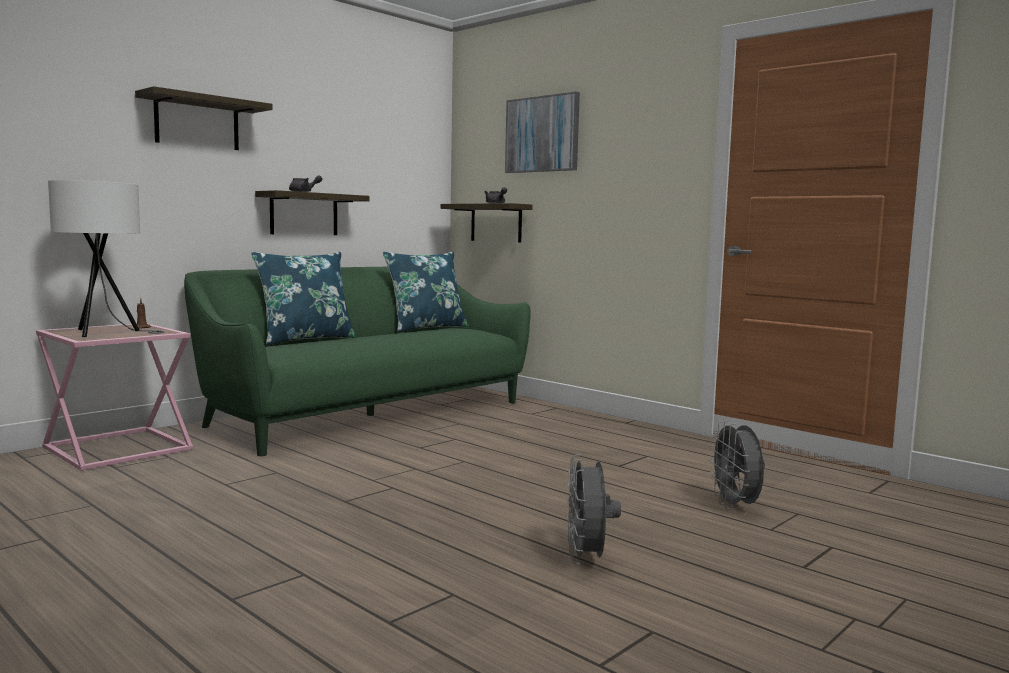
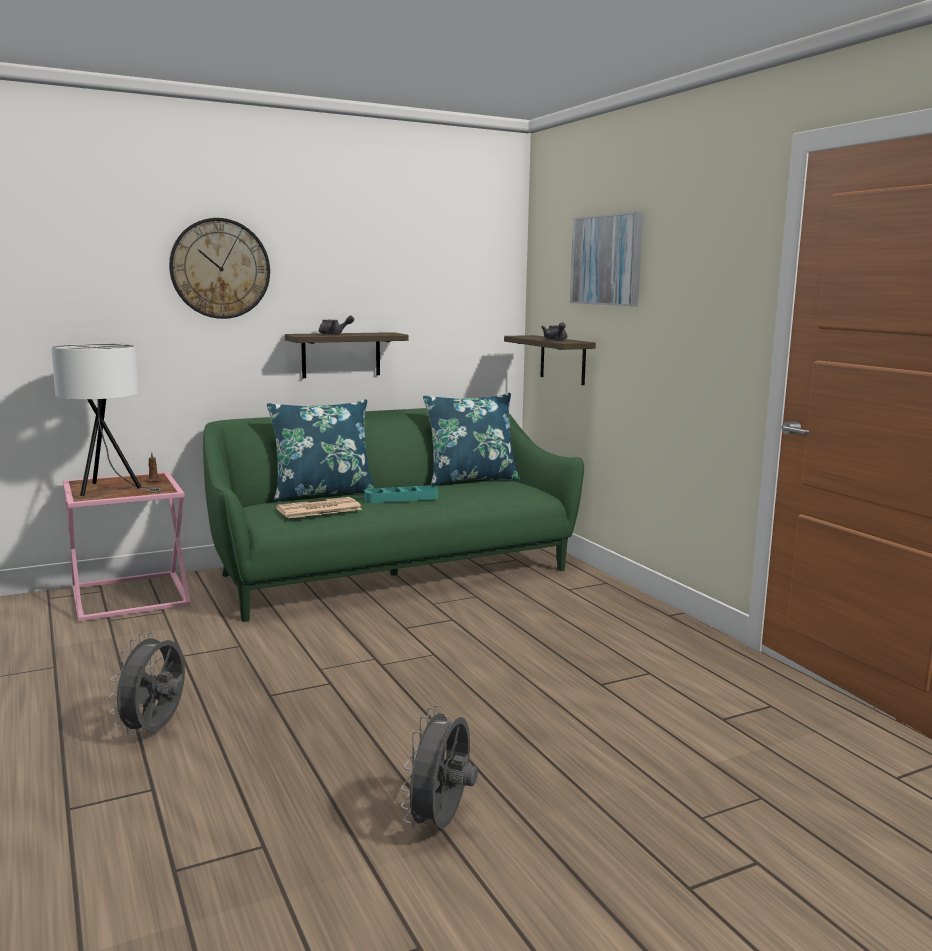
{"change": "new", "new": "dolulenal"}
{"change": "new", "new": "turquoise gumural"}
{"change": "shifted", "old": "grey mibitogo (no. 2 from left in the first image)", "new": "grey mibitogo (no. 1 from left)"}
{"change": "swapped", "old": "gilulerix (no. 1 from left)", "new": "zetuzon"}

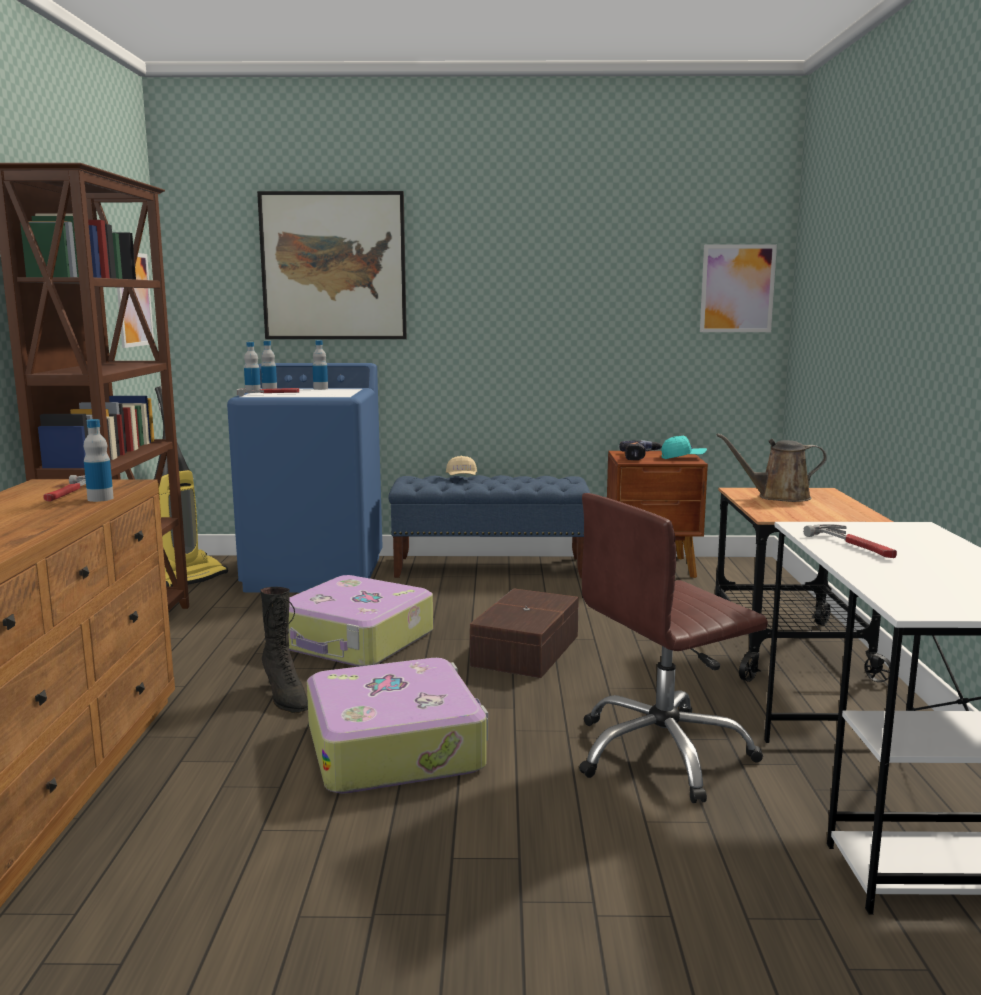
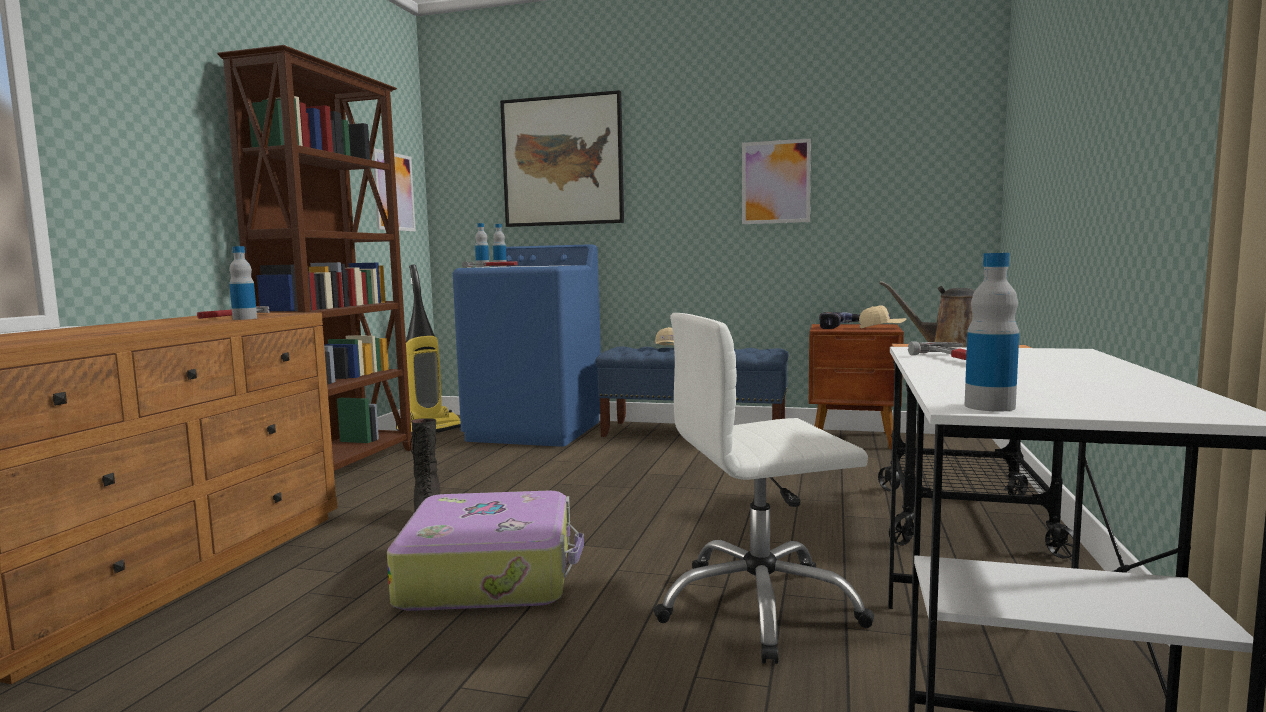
{"change": "gone", "old": "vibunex (no. 1 from left)"}
{"change": "gone", "old": "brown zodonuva"}
{"change": "shifted", "old": "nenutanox (no. 4 from left)"}
{"change": "shifted", "old": "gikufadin (no. 3 from left)"}
{"change": "repainted", "old": "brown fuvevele", "new": "white fuvevele"}
{"change": "repainted", "old": "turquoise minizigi", "new": "beige minizigi (no. 2 from left)"}

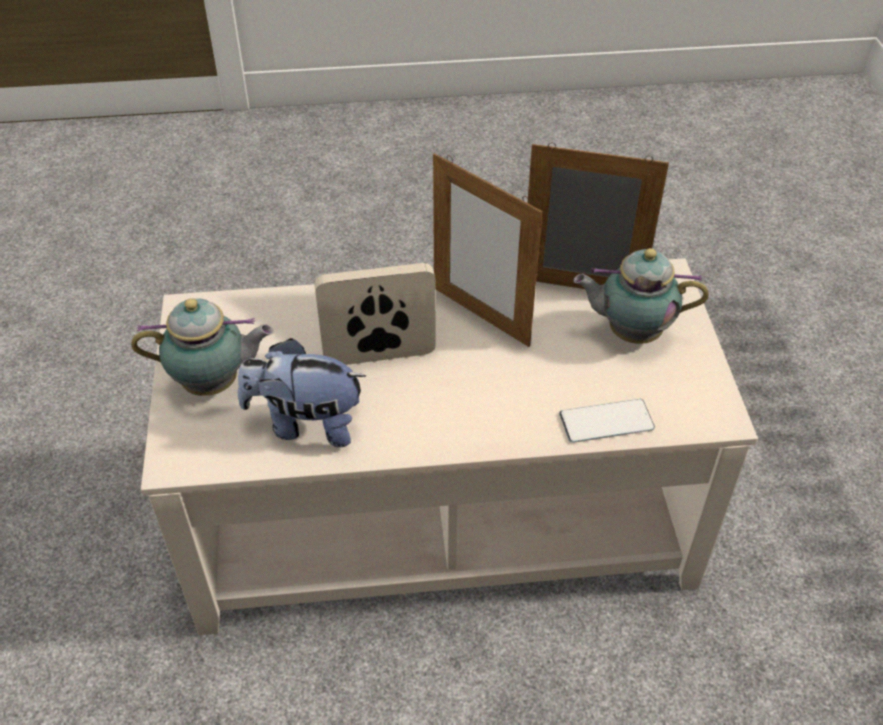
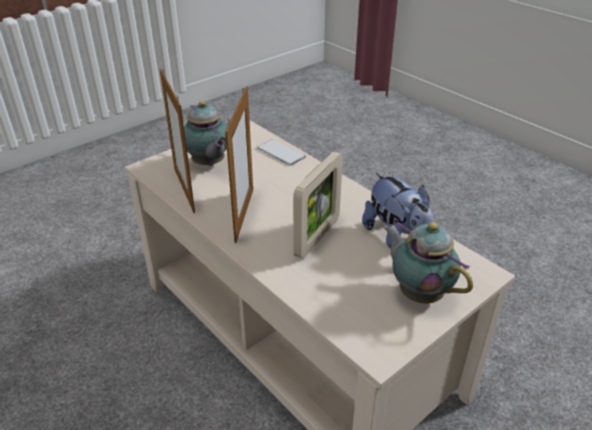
{"change": "rotated", "old": "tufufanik (no. 1 from left in the first image)", "degrees": -105}

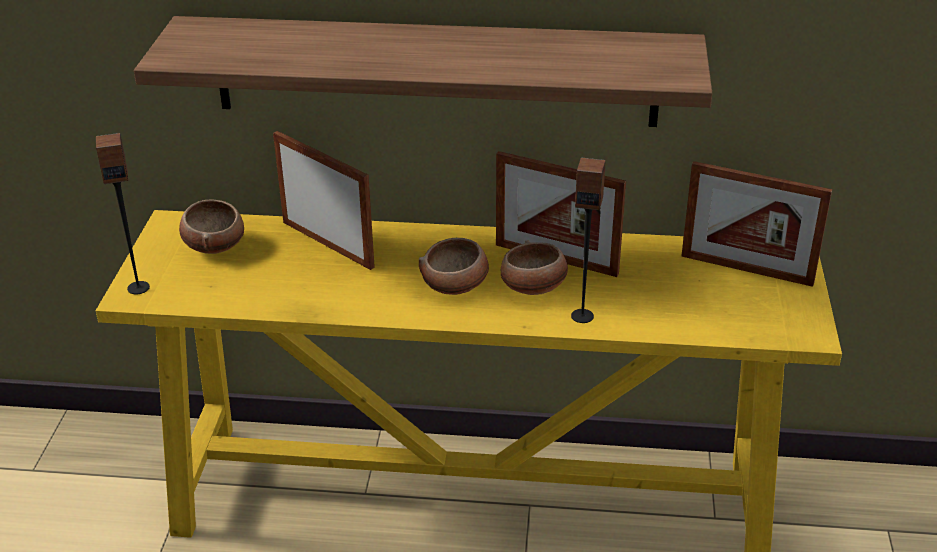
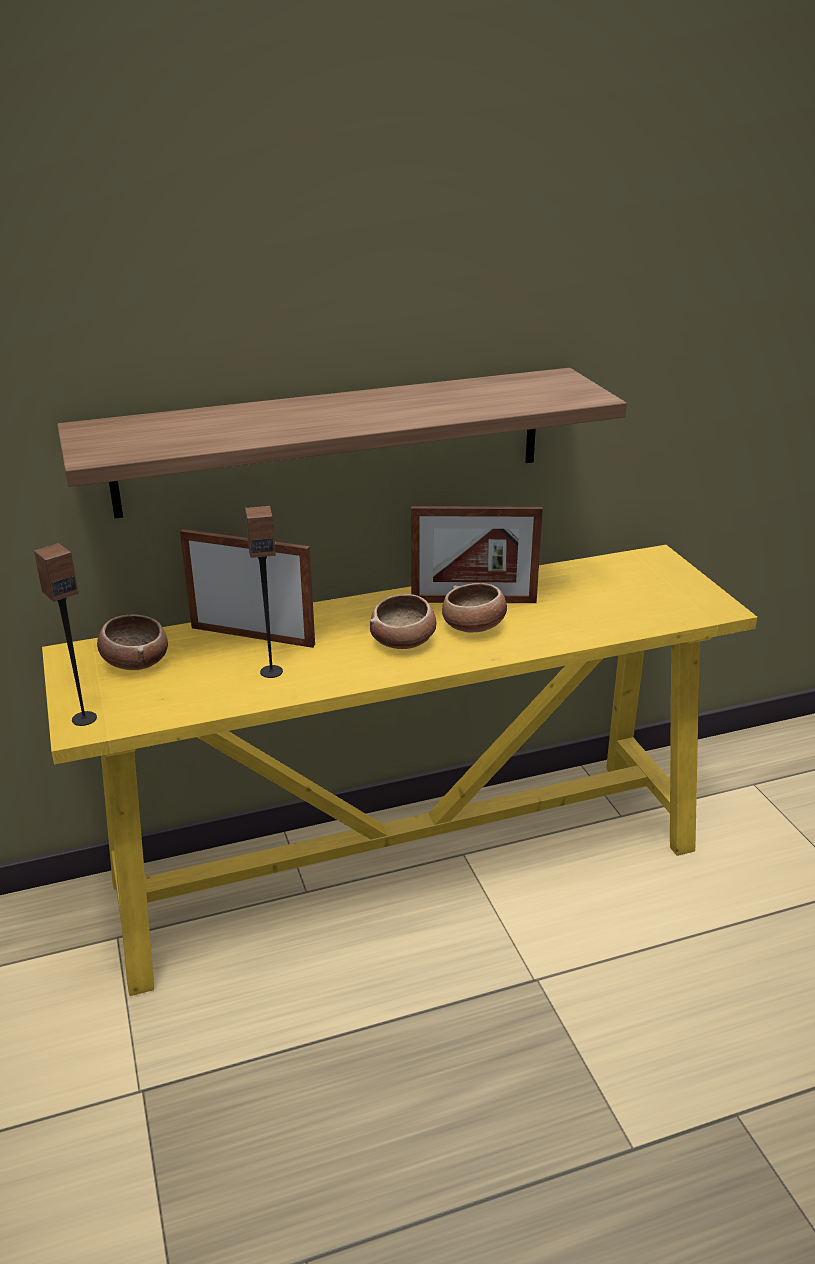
{"change": "gone", "old": "tufufanik (no. 3 from left)"}
{"change": "shifted", "old": "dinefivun (no. 2 from left)"}

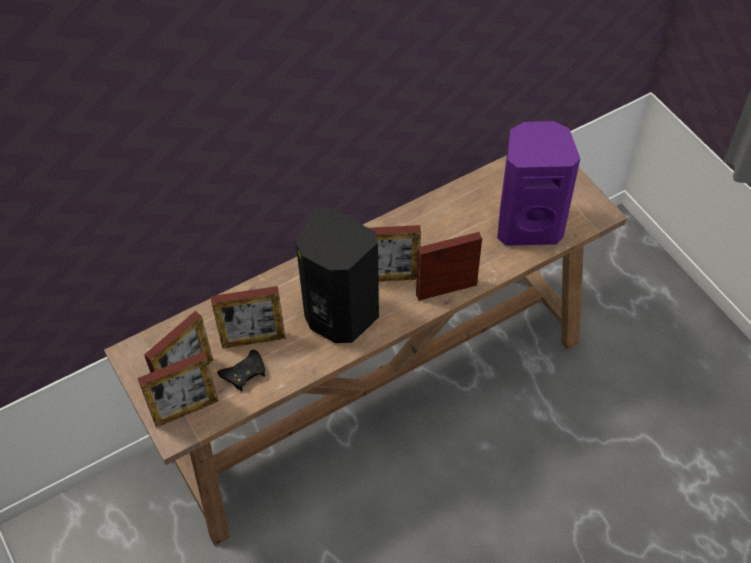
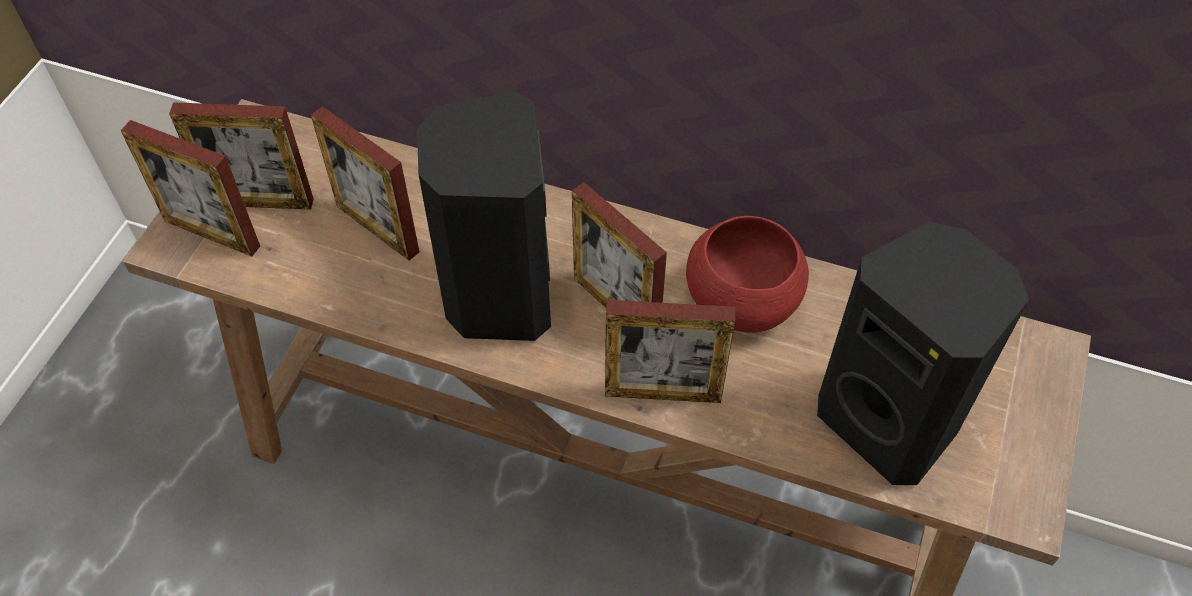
{"change": "gone", "old": "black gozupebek"}
{"change": "new", "new": "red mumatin"}
{"change": "repainted", "old": "purple dinefivun", "new": "black dinefivun (no. 2 from left)"}
{"change": "rotated", "old": "tufufanik (no. 5 from left)", "degrees": 150}

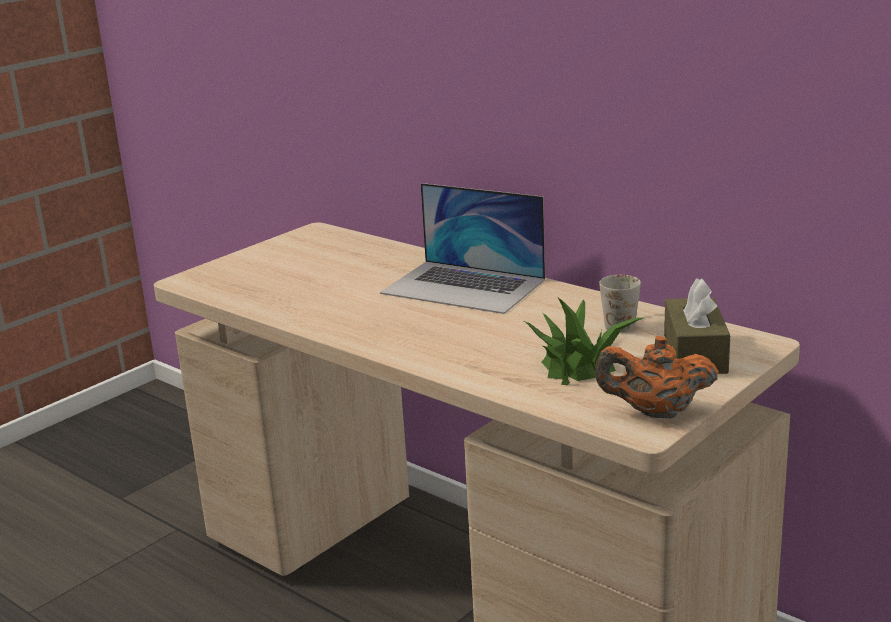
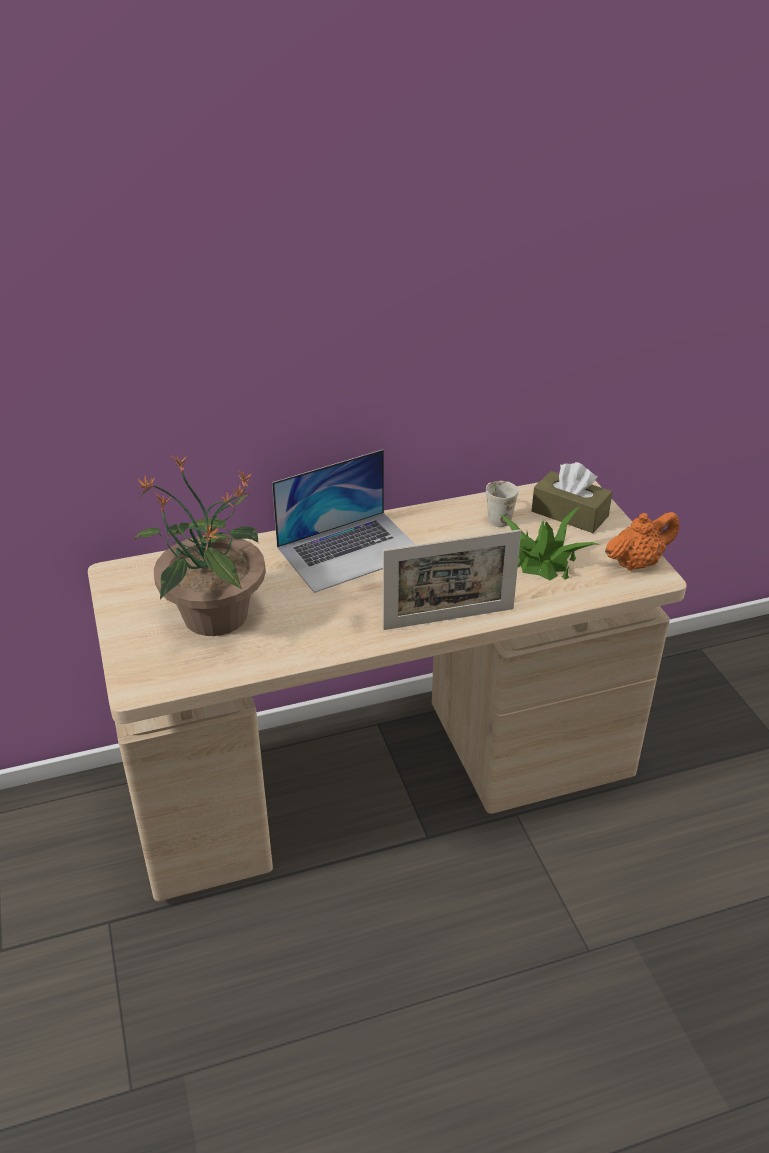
{"change": "new", "new": "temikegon (no. 1 from left)"}
{"change": "new", "new": "tufufanik"}
{"change": "rotated", "old": "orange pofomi", "degrees": -150}

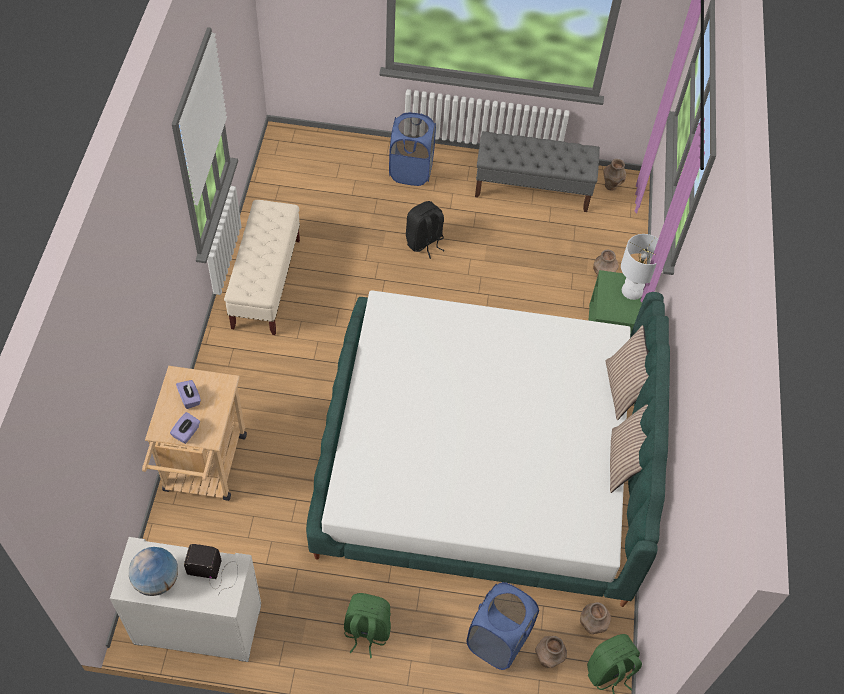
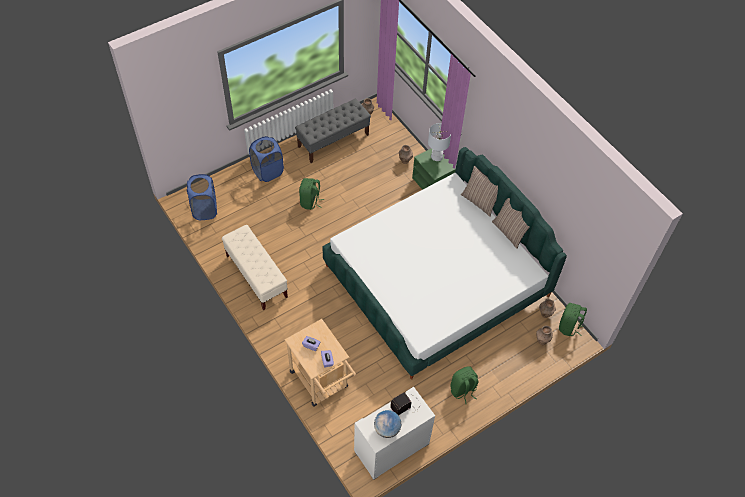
{"change": "shifted", "old": "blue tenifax (no. 2 from left in the first image)", "new": "blue tenifax (no. 1 from left)"}
{"change": "repainted", "old": "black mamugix", "new": "green mamugix (no. 1 from left)"}

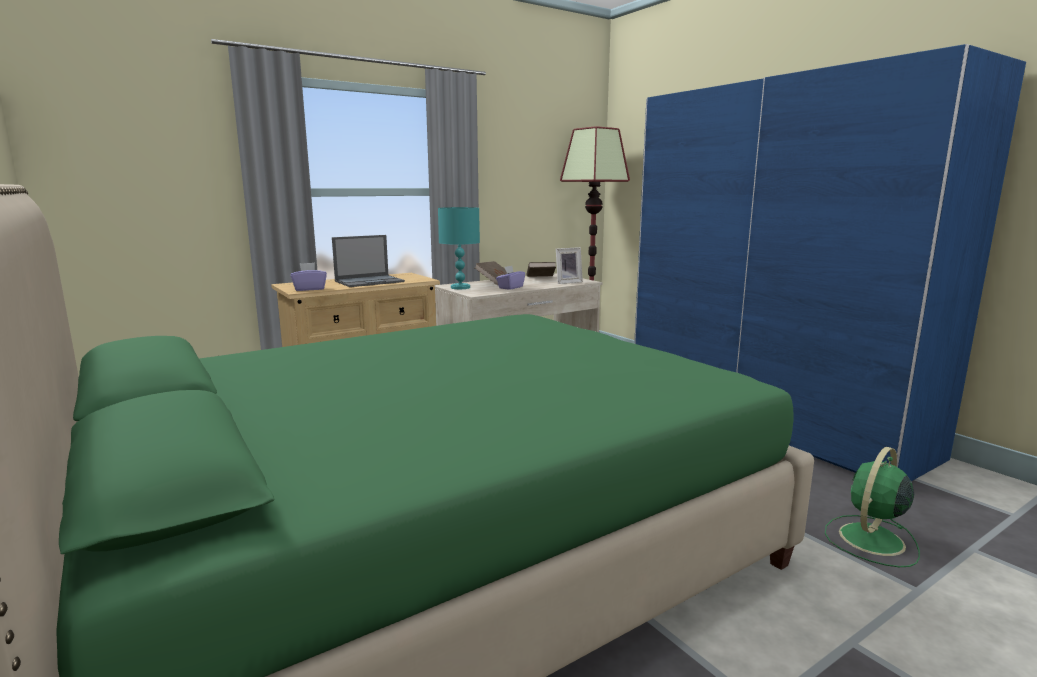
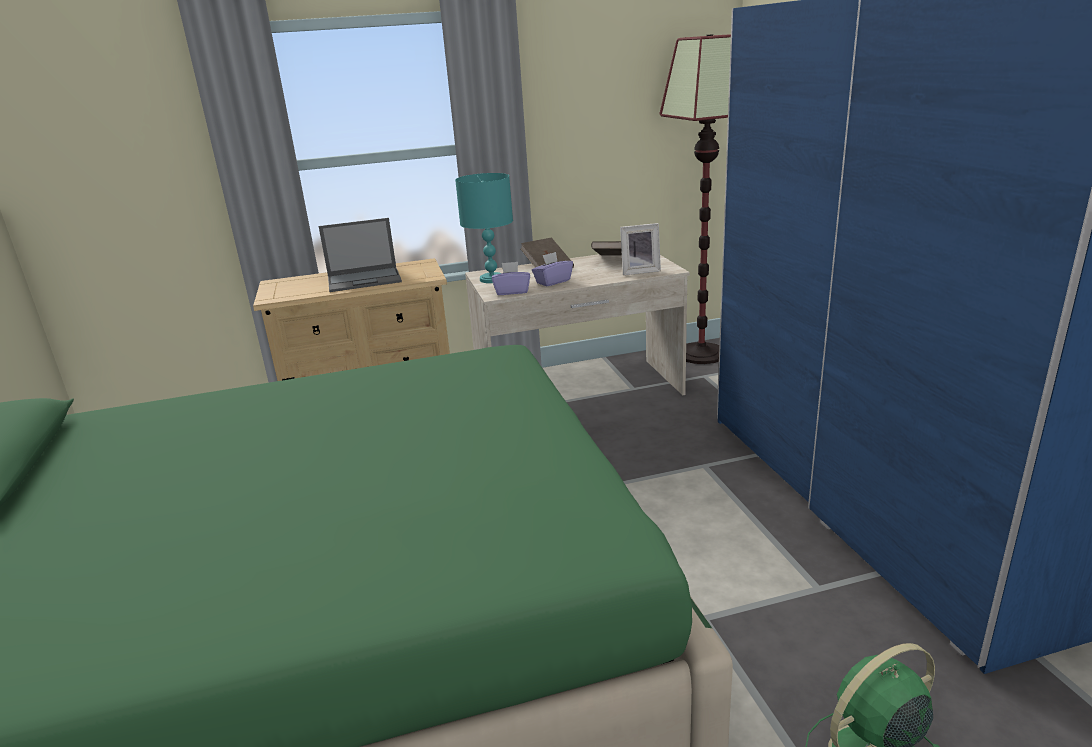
{"change": "shifted", "old": "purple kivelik (no. 1 from left)"}

